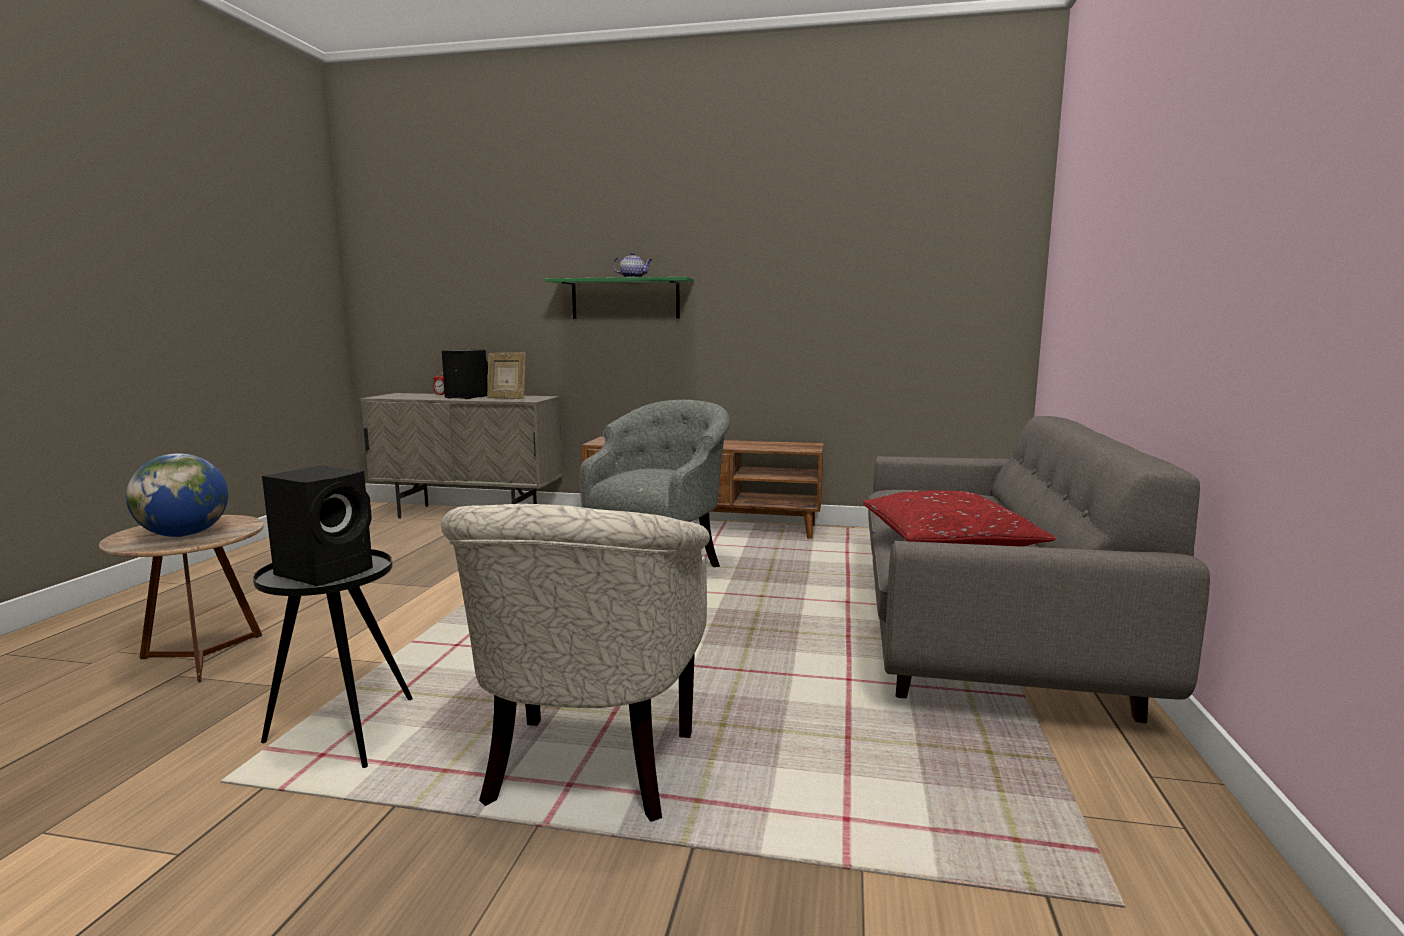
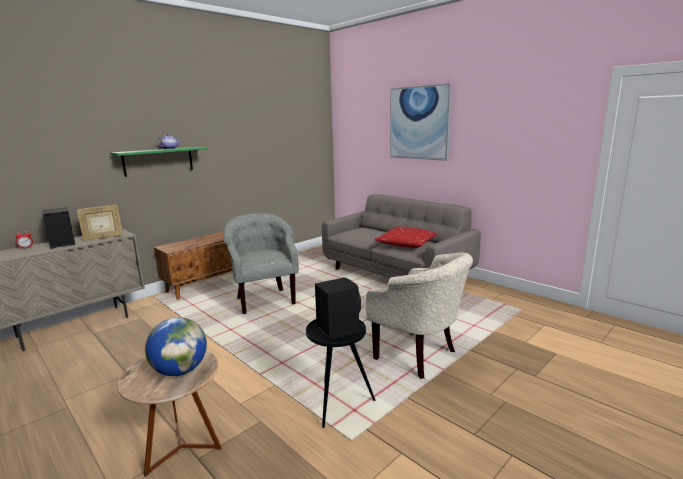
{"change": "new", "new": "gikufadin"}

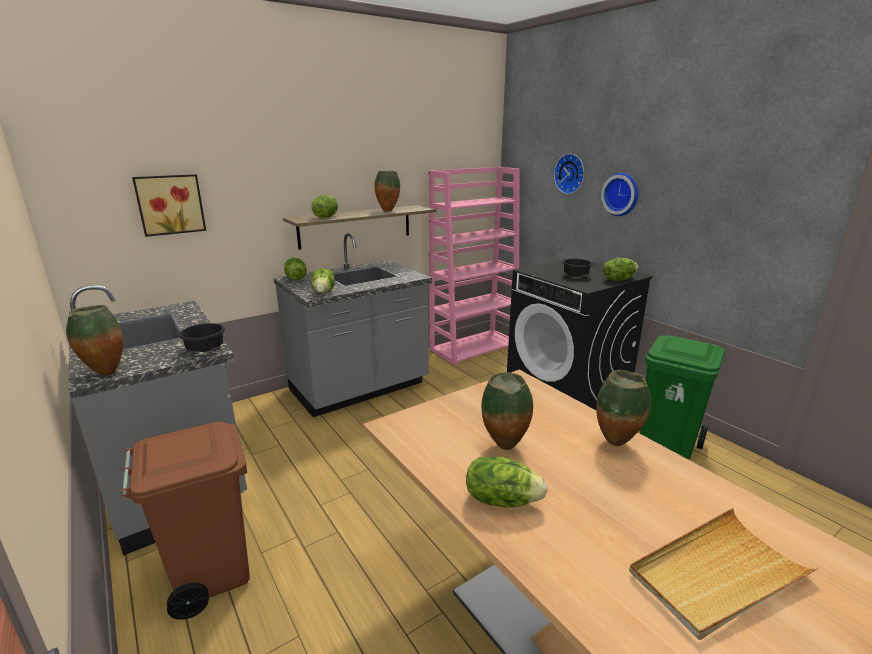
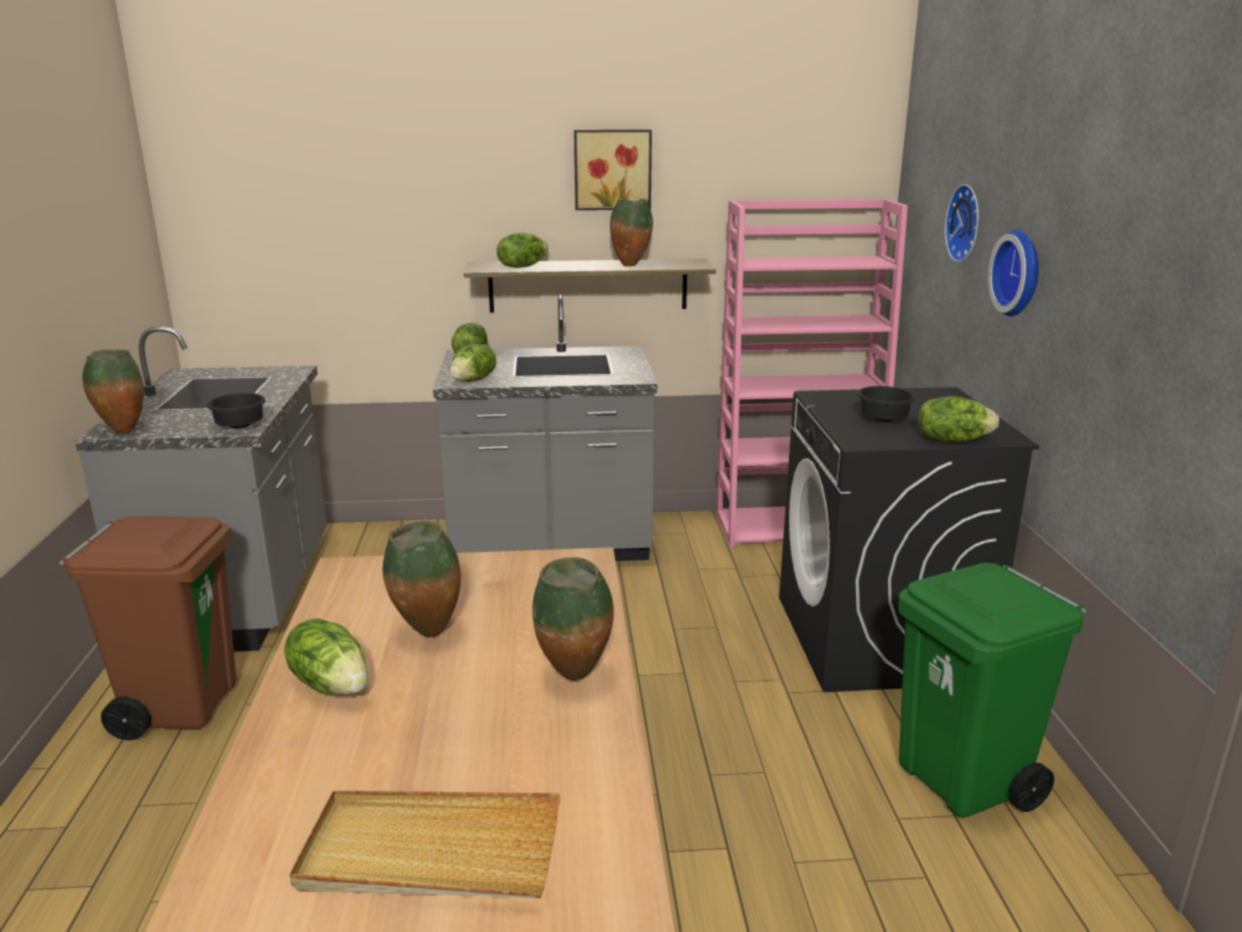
{"change": "shifted", "old": "gikufadin"}

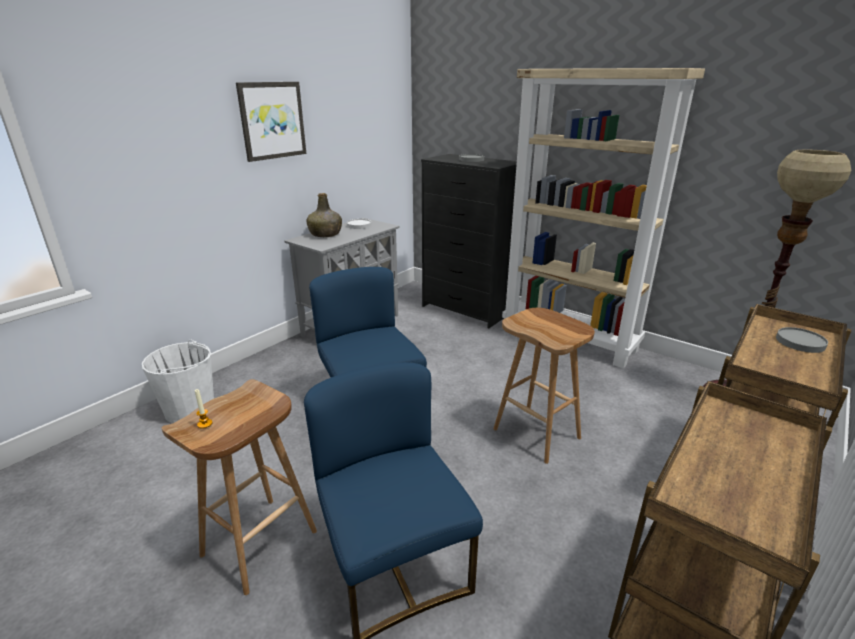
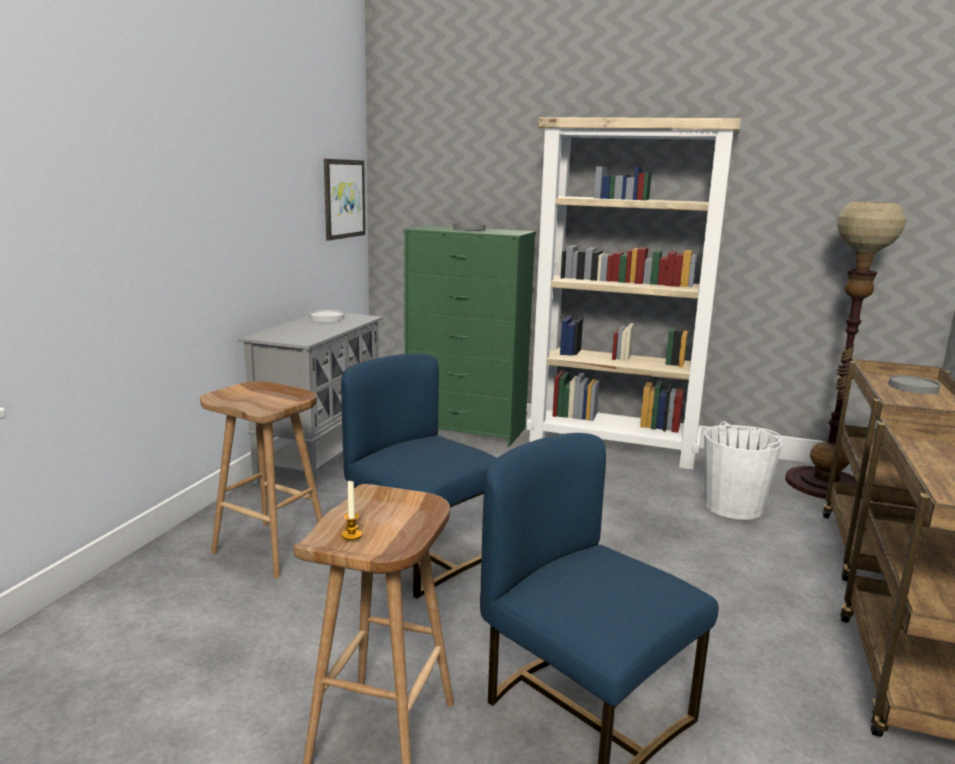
{"change": "gone", "old": "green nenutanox"}
{"change": "shifted", "old": "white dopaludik"}
{"change": "shifted", "old": "gikufadin"}
{"change": "shifted", "old": "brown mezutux (no. 2 from left in the first image)", "new": "brown mezutux (no. 1 from left)"}
{"change": "repainted", "old": "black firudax", "new": "green firudax"}

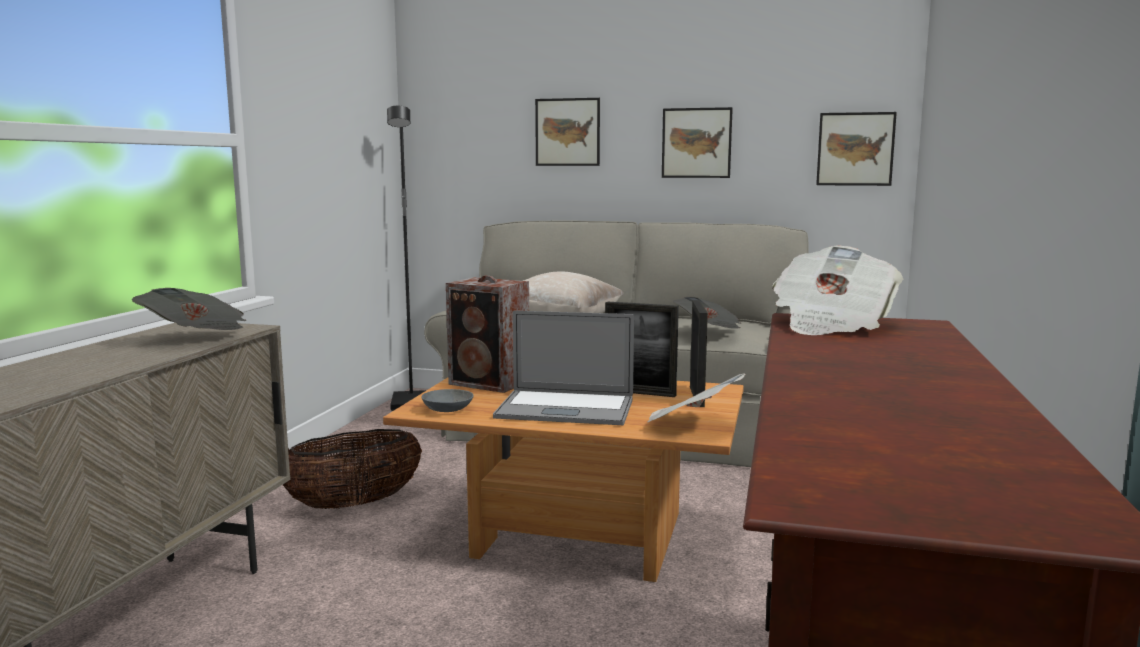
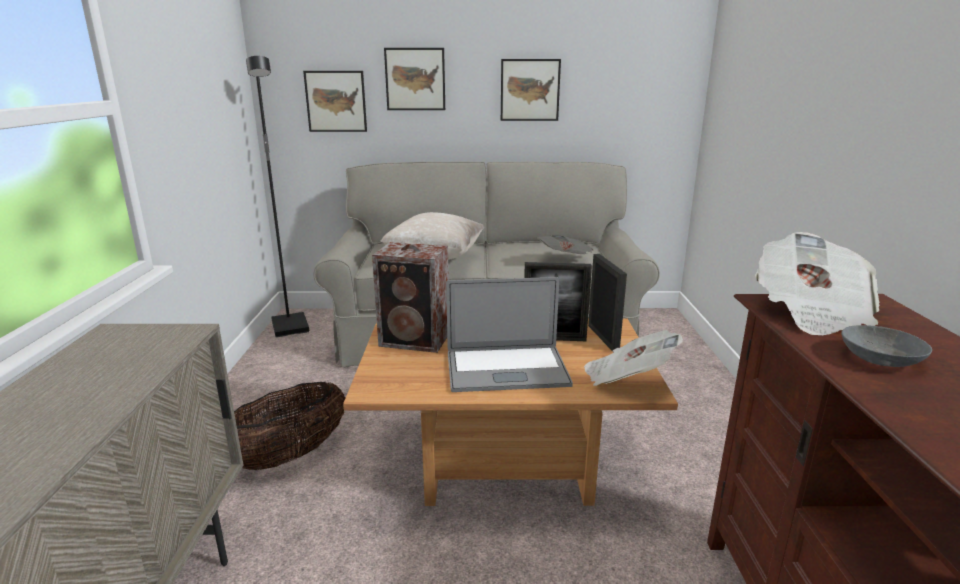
{"change": "gone", "old": "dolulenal (no. 1 from left)"}
{"change": "shifted", "old": "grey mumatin"}
{"change": "shifted", "old": "gikufadin (no. 3 from left in the first image)", "new": "gikufadin (no. 1 from left)"}

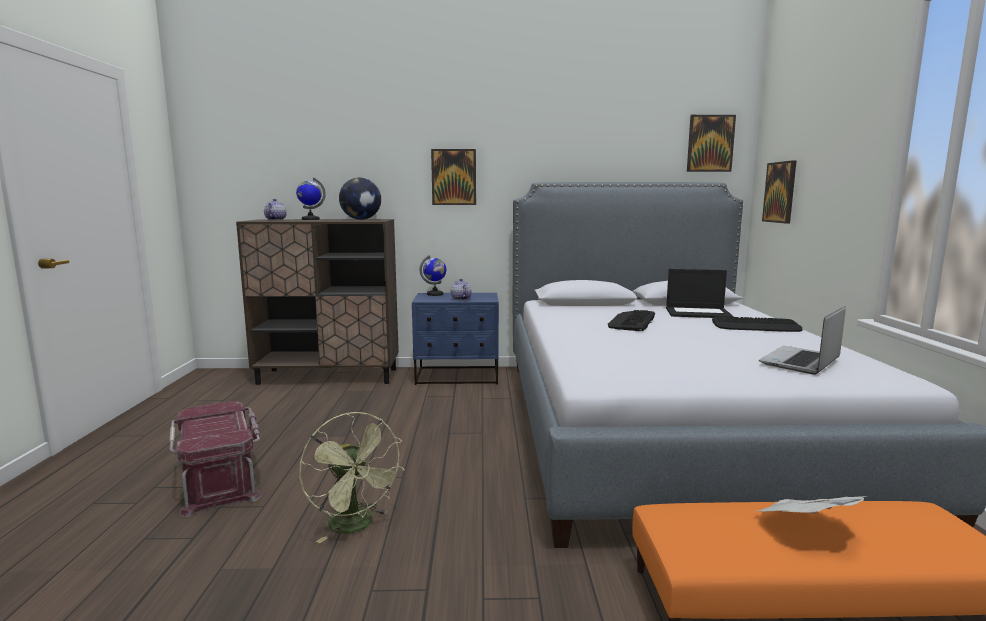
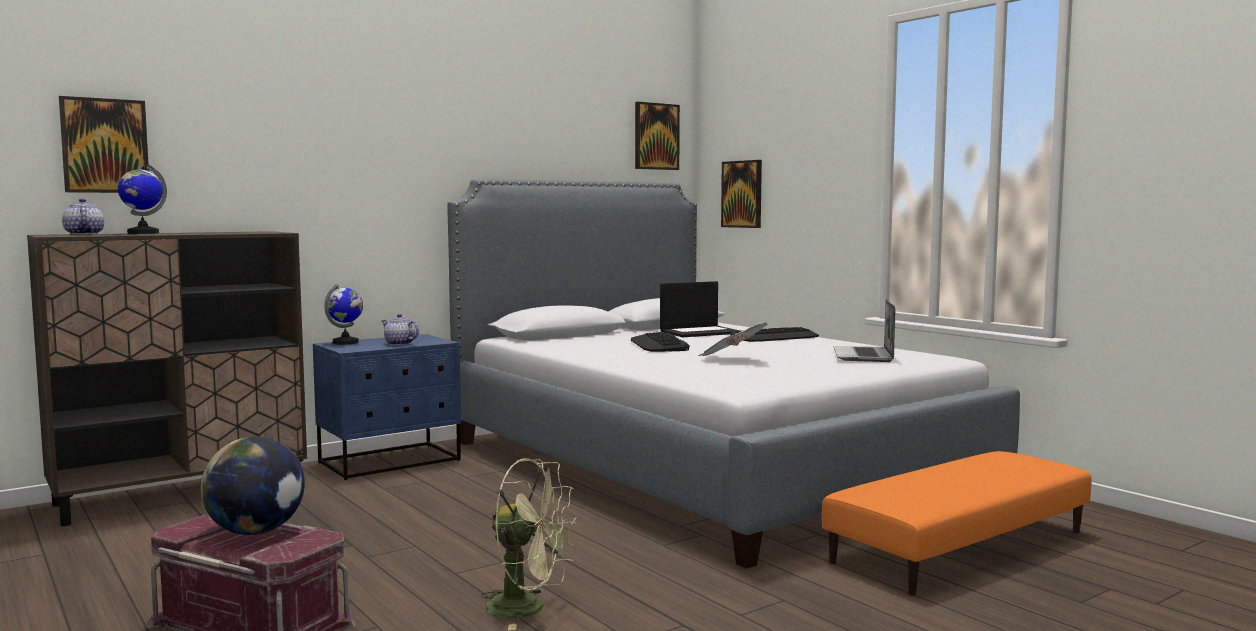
{"change": "shifted", "old": "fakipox (no. 2 from left)"}
{"change": "shifted", "old": "gikufadin (no. 1 from left)"}
{"change": "shifted", "old": "dolulenal"}

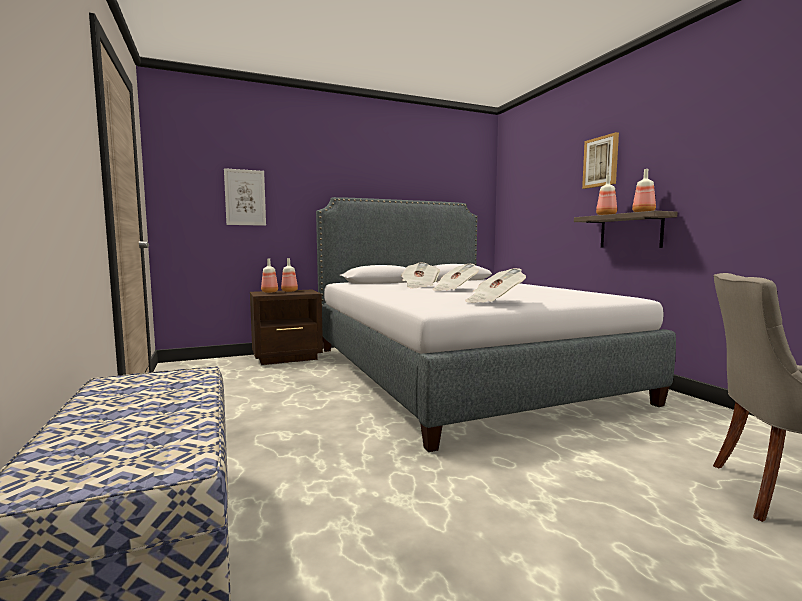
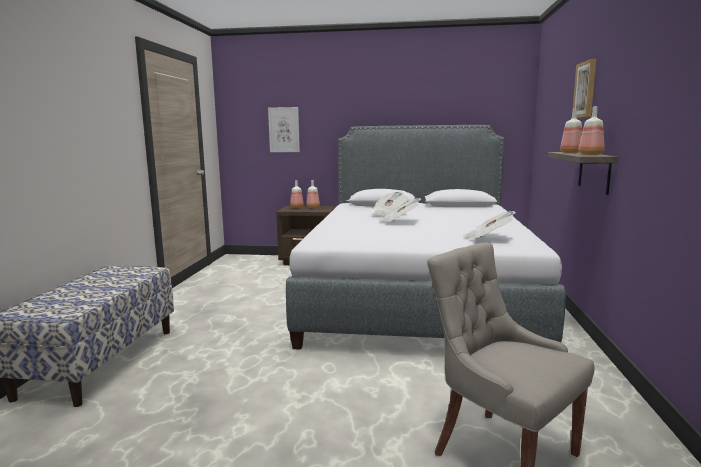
{"change": "shifted", "old": "dolulenal (no. 3 from left)"}

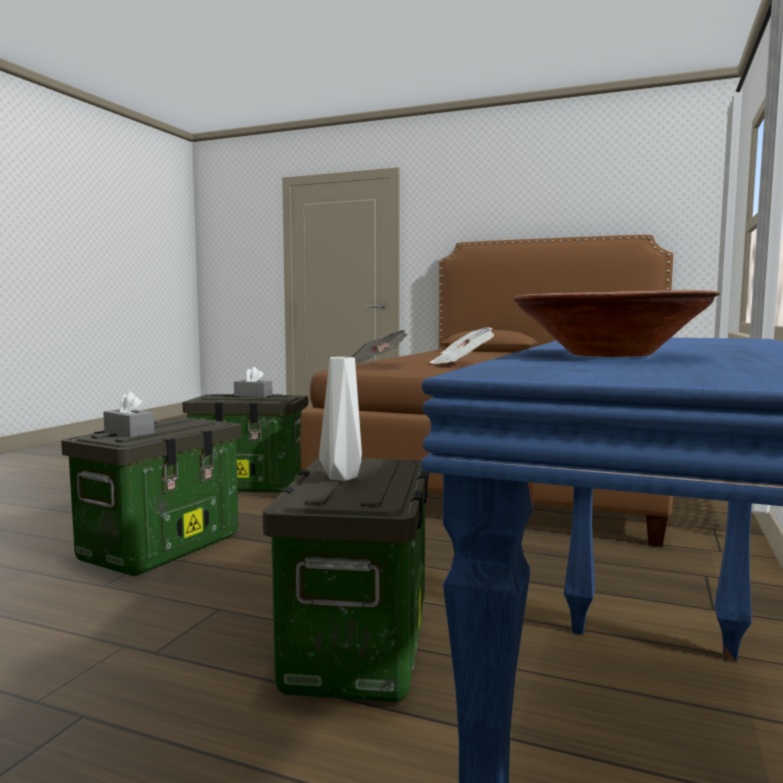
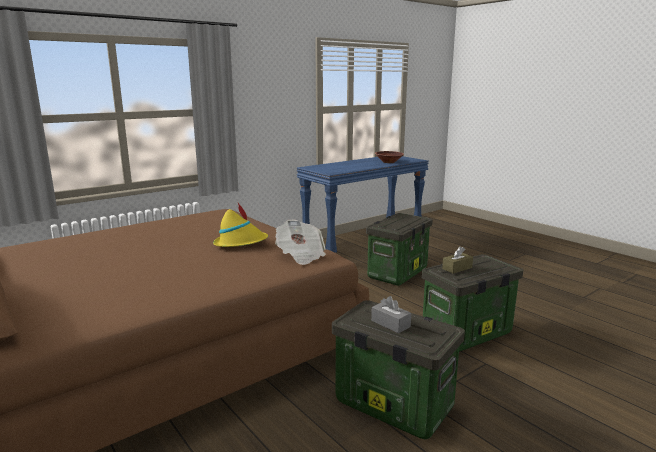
{"change": "gone", "old": "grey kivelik (no. 1 from left)"}
{"change": "gone", "old": "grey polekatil"}
{"change": "new", "new": "brown kivelik"}
{"change": "swapped", "old": "dolulenal (no. 2 from left)", "new": "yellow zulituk"}

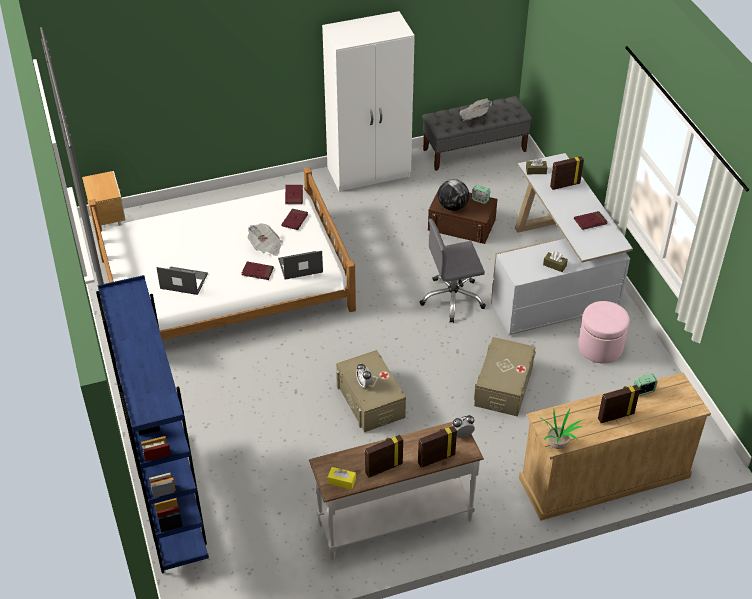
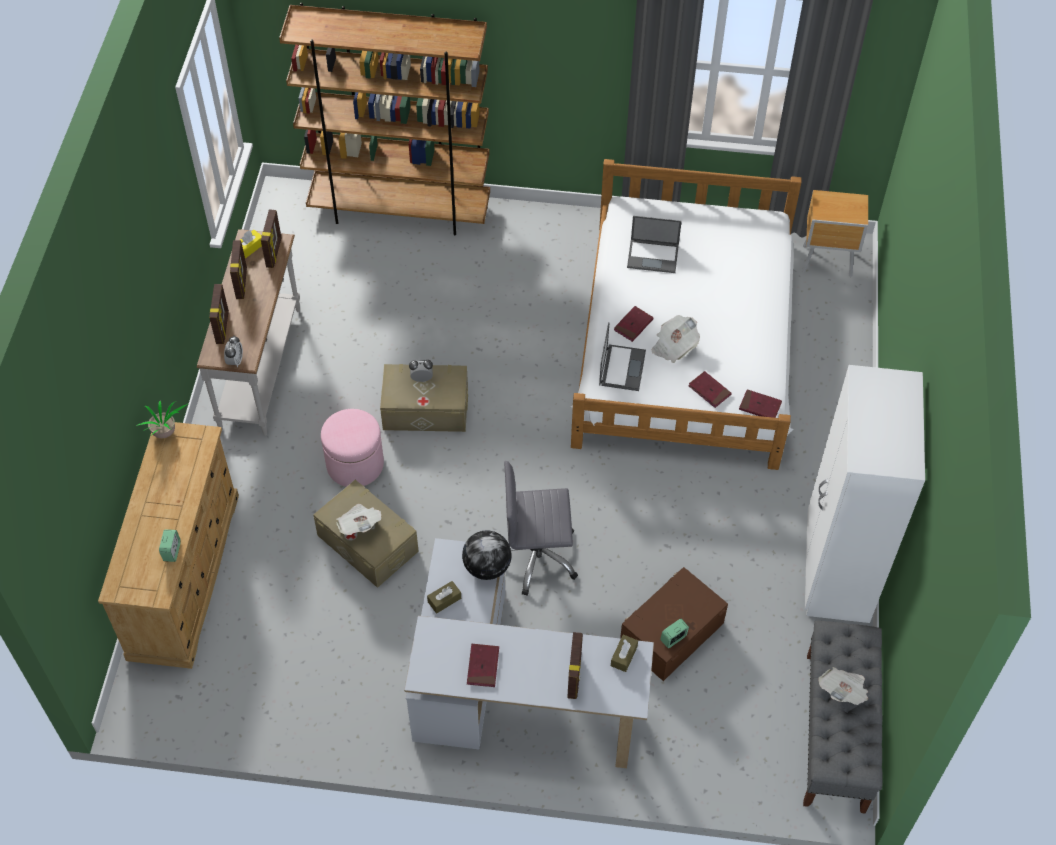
{"change": "new", "new": "dolulenal (no. 1 from left)"}
{"change": "shifted", "old": "fakipox"}
{"change": "shifted", "old": "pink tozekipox"}
{"change": "shifted", "old": "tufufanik (no. 4 from left in the first image)", "new": "tufufanik (no. 3 from left)"}
{"change": "repainted", "old": "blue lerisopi", "new": "brown lerisopi"}
{"change": "rotated", "old": "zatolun (no. 1 from left in the first image)", "degrees": 60}
{"change": "rotated", "old": "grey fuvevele", "degrees": -105}

